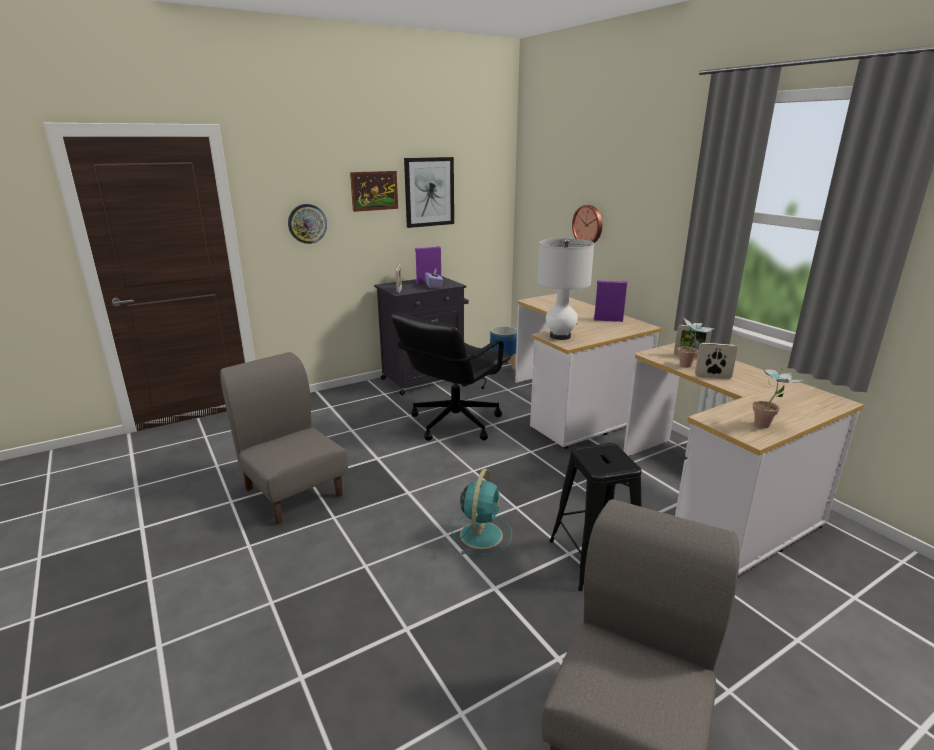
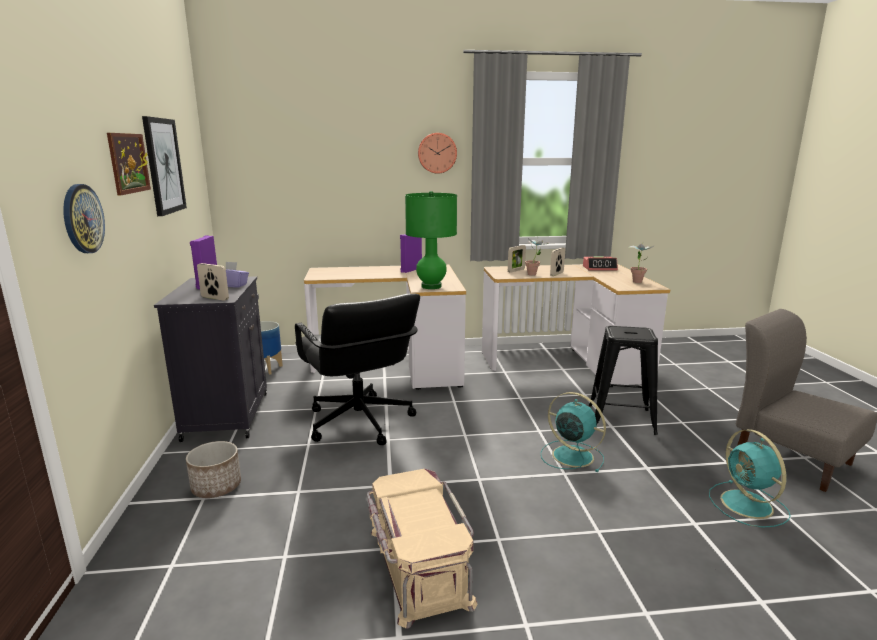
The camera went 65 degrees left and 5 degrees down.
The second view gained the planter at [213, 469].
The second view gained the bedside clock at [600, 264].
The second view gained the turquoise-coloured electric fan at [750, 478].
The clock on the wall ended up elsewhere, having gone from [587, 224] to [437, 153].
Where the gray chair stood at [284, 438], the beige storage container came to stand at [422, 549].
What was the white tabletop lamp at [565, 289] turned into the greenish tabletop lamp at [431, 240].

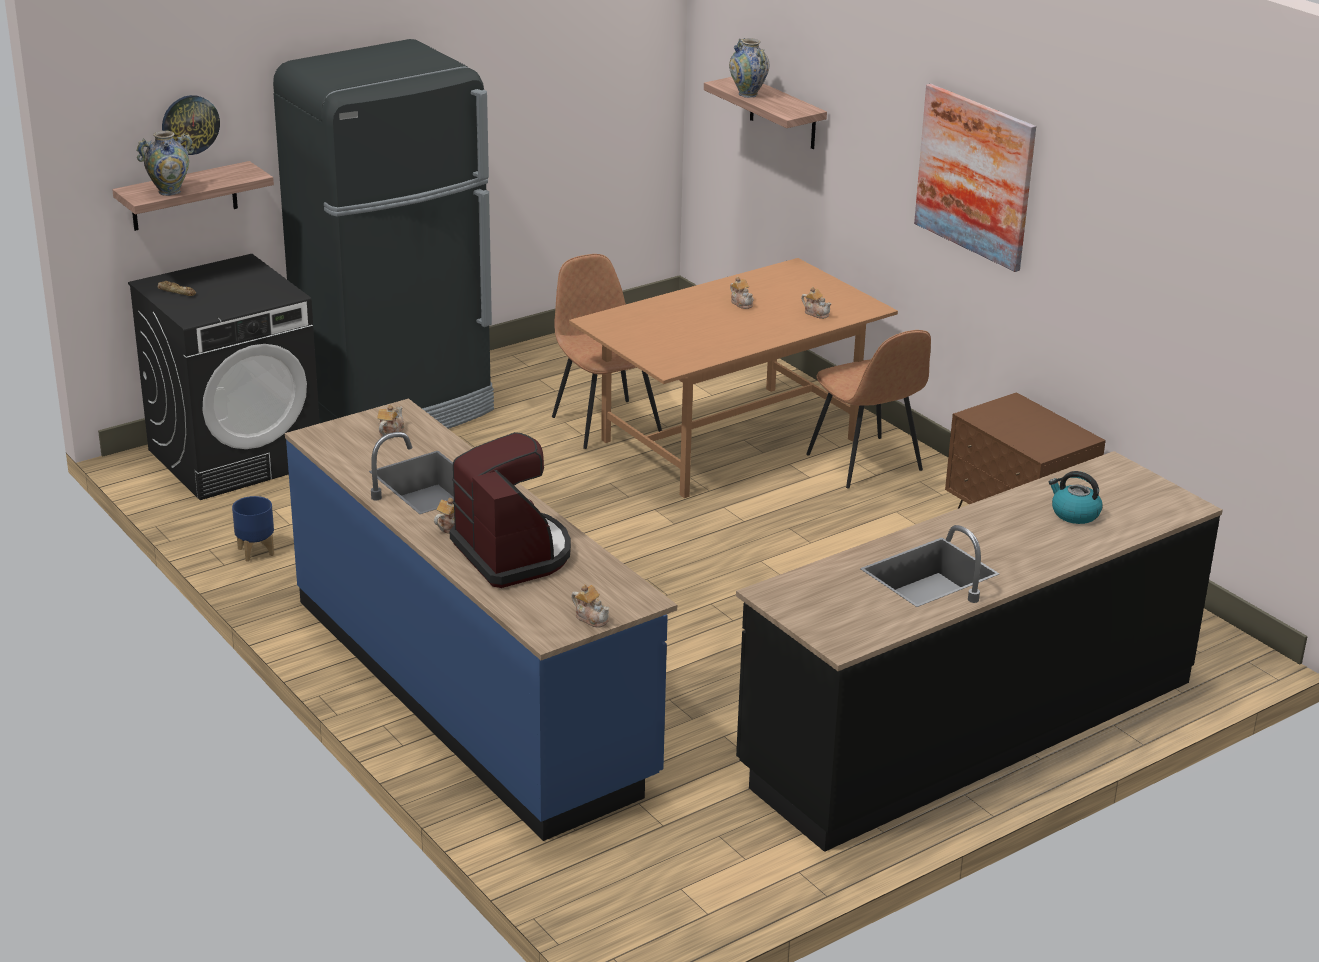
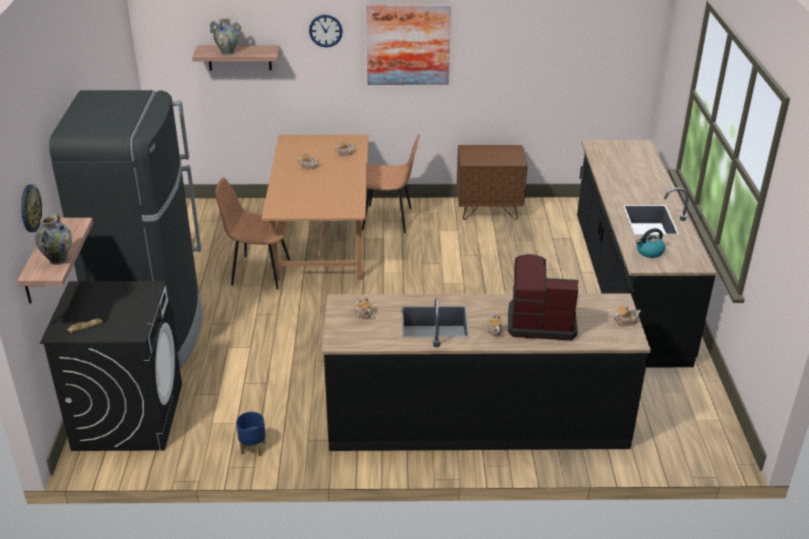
The camera went 55 degrees left and 5 degrees up.
The second view gained the clock on the wall at [326, 31].
The tea kettle ended up elsewhere, having gone from [1075, 497] to [650, 243].
What was the bluish kitchen counter at [481, 619] turned into the black kitchen counter at [486, 372].

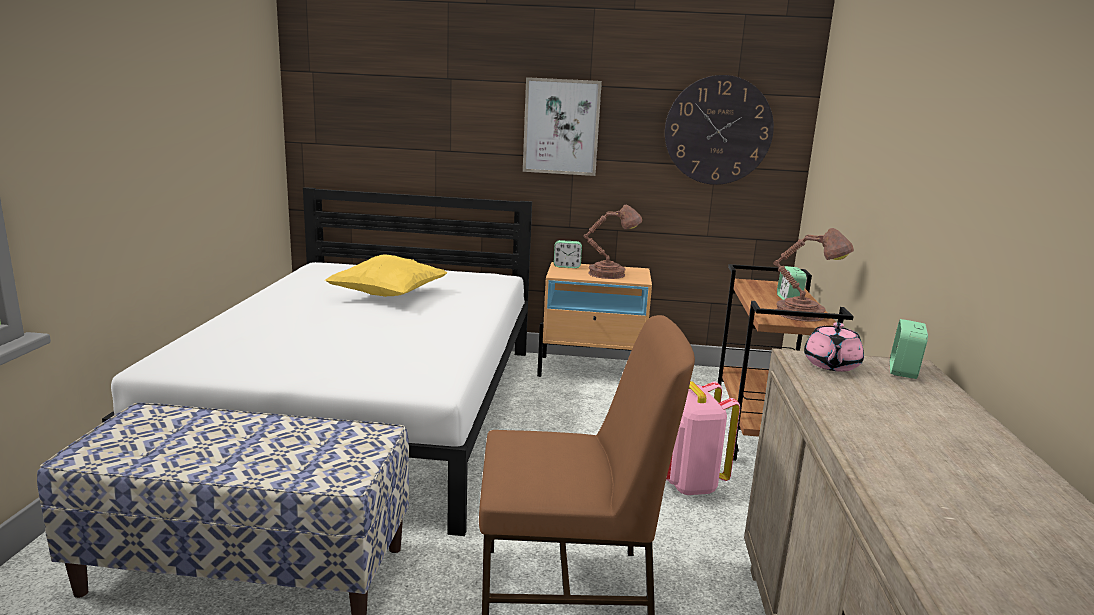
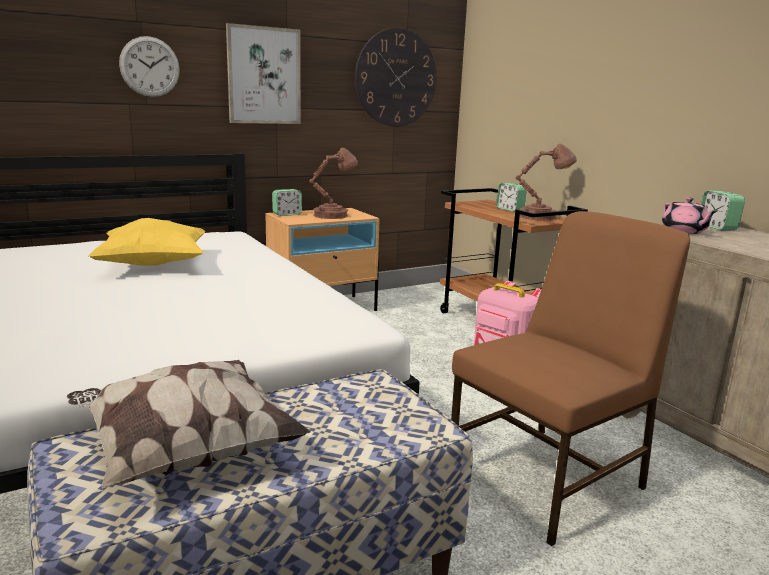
The camera went 35 degrees left and 0 degrees up.
The second view gained the throw pillow at [189, 424].
The second view gained the clock on the wall at [149, 66].

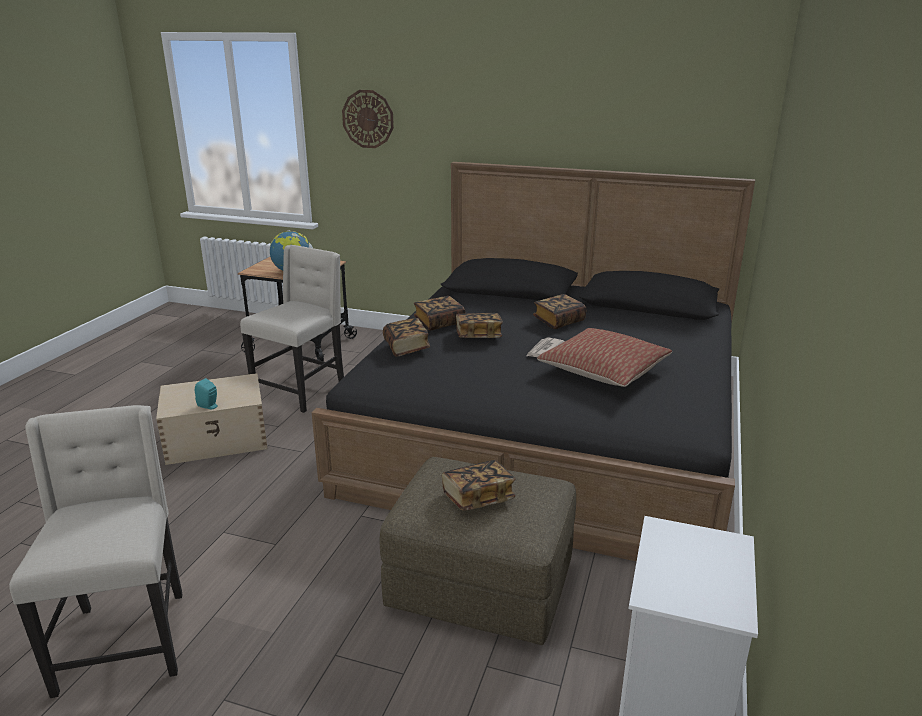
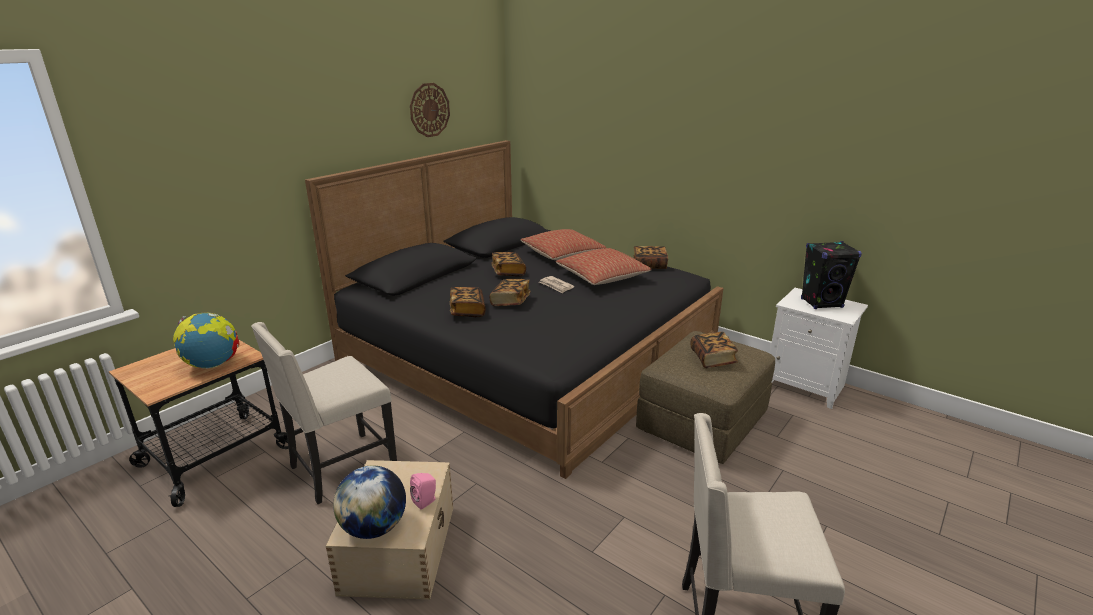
The camera went 70 degrees left and 0 degrees up.
The second view gained the globe at [369, 502].
The second view gained the throw pillow at [563, 244].
The second view gained the black speaker at [831, 275].
The clock on the wall ended up elsewhere, having gone from [368, 119] to [430, 110].
The volume ended up elsewhere, having gone from [406, 337] to [651, 257].
What was the turquoise-coloured speaker at [206, 393] turned into the pink-coloured speaker at [423, 491].
The beige chair at [292, 329] ended up facing another way, 90 degrees counterclockwise from before.

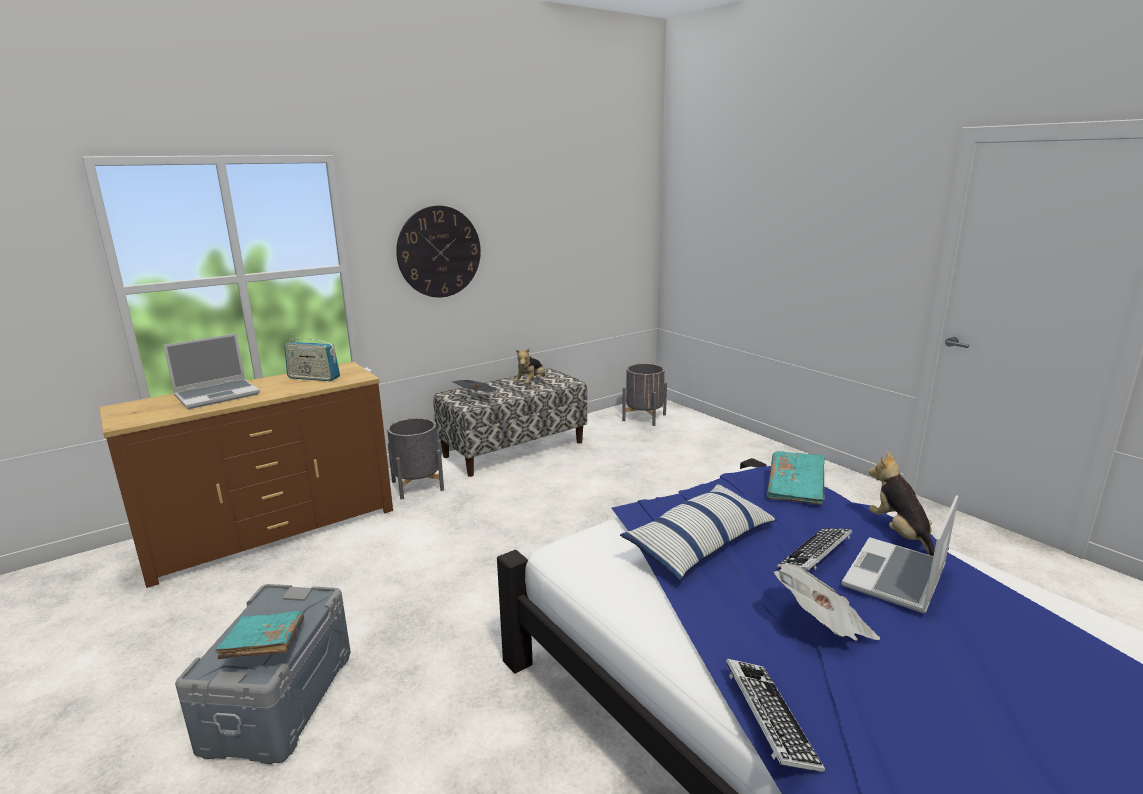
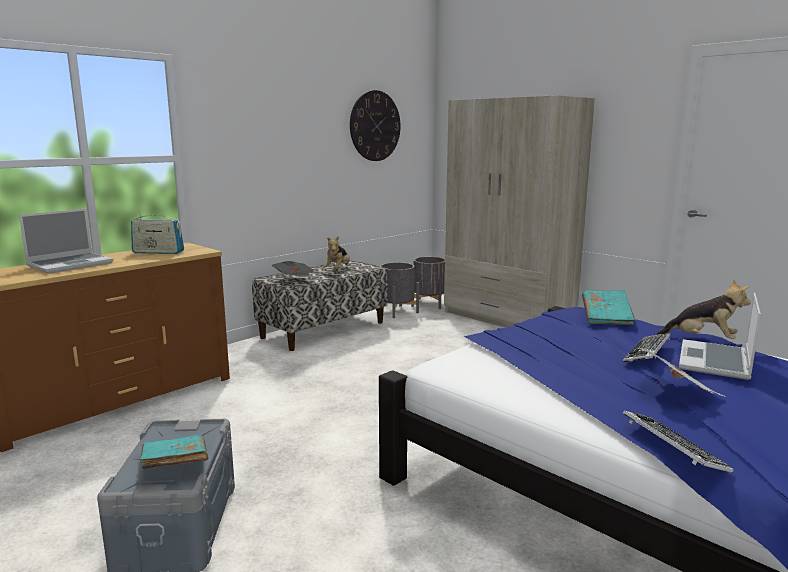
The camera went 10 degrees left and 5 degrees down.
The second view lost the throw pillow at [699, 531].
The second view gained the beige armoire at [519, 211].
The gray planter ended up elsewhere, having gone from [415, 459] to [397, 290].
The clock on the wall ended up elsewhere, having gone from [438, 251] to [375, 125].
The soft toy at [902, 504] ended up facing another way, 135 degrees clockwise from before.

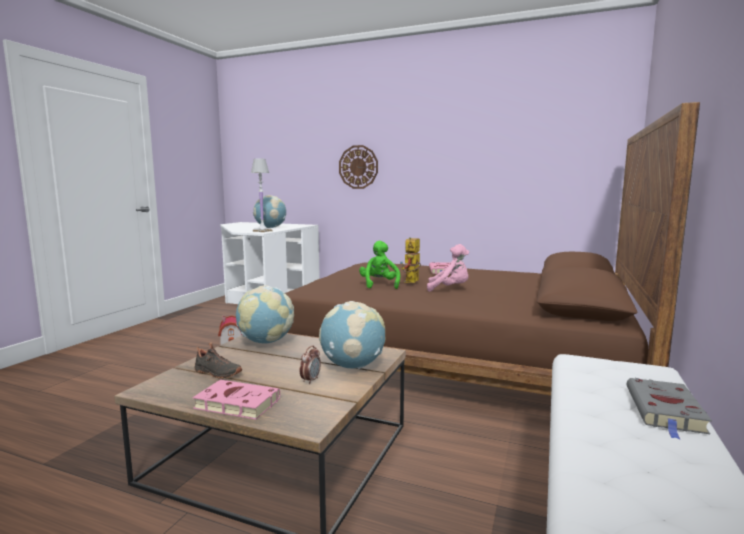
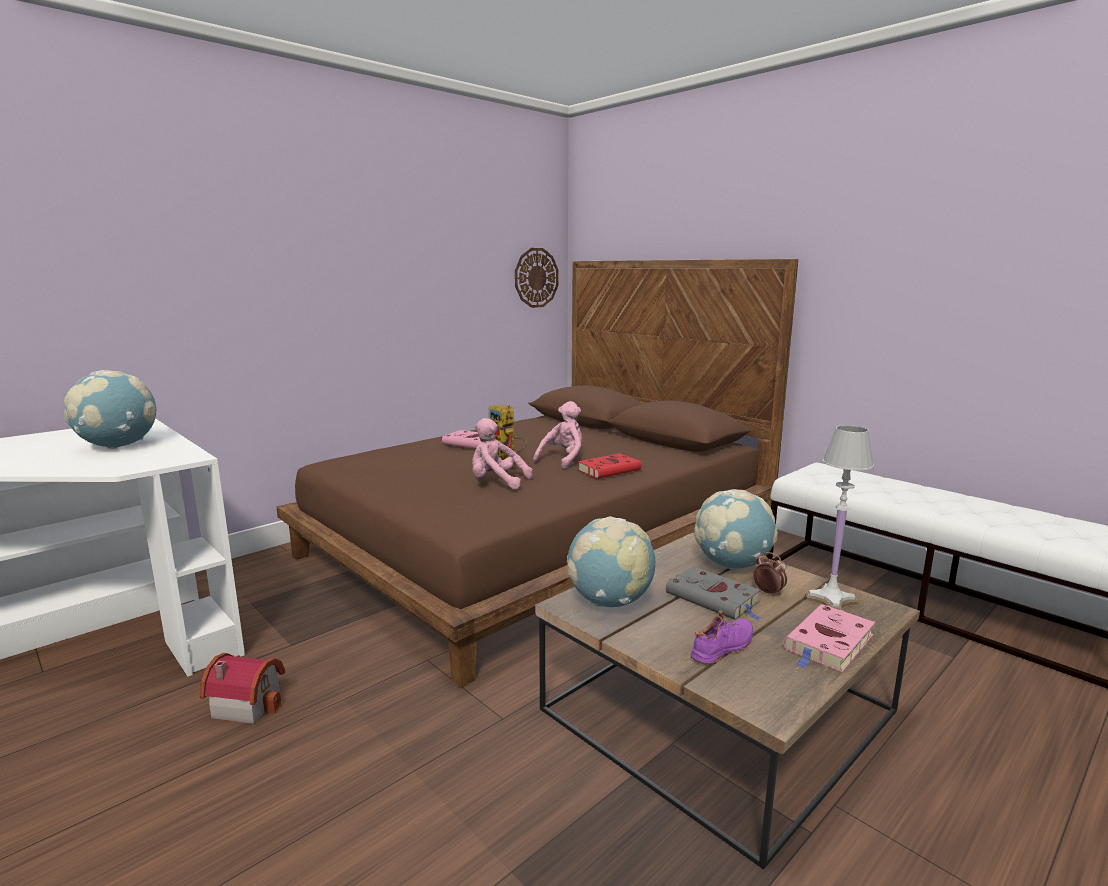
The camera went 65 degrees left and 5 degrees up.
The second view gained the reddish volume at [610, 466].
The white tabletop lamp ended up elsewhere, having gone from [261, 195] to [839, 517].
The clock on the wall ended up elsewhere, having gone from [358, 167] to [536, 278].
The gray volume ended up elsewhere, having gone from [669, 409] to [713, 593].
What was the black low shoe at [218, 360] turned into the purple low shoe at [722, 637].
What was the greenish soft toy at [379, 265] turned into the pink-coloured soft toy at [502, 453].

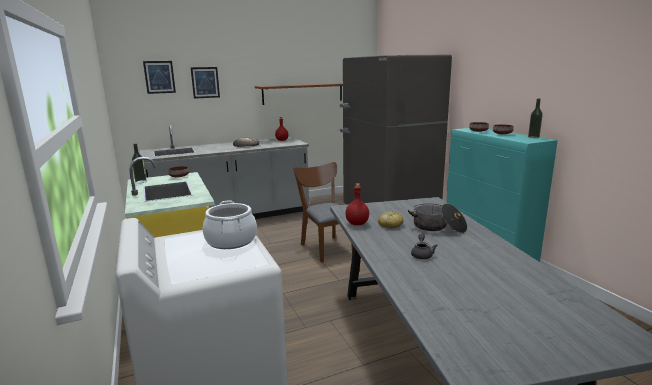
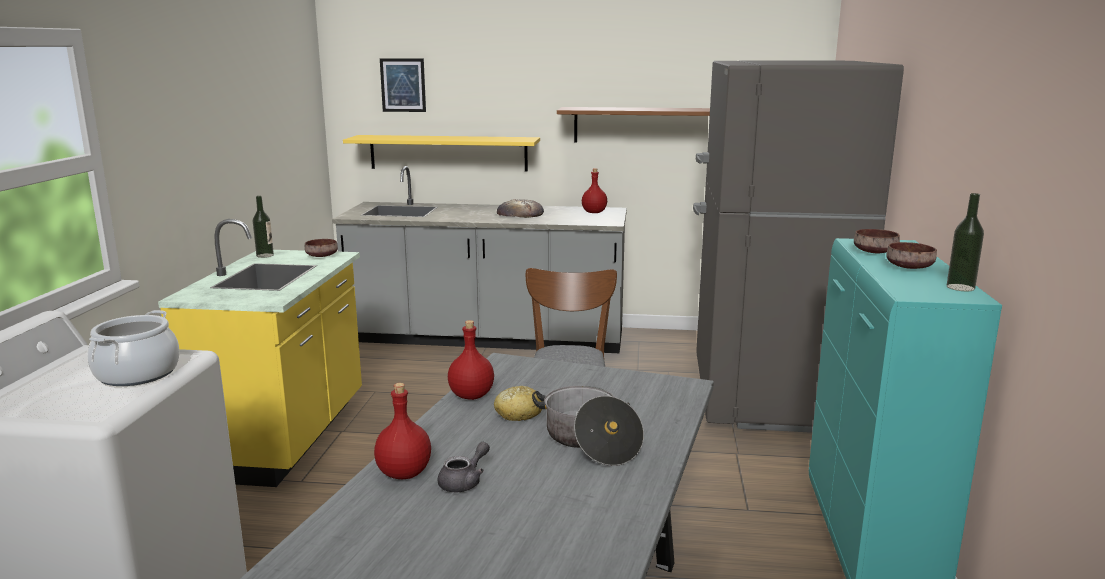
The camera went 30 degrees right and 0 degrees up.
The second view lost the wall picture at [205, 83].
The second view gained the yellow shelf at [441, 153].
The second view gained the reddish beverage bottle at [402, 431].

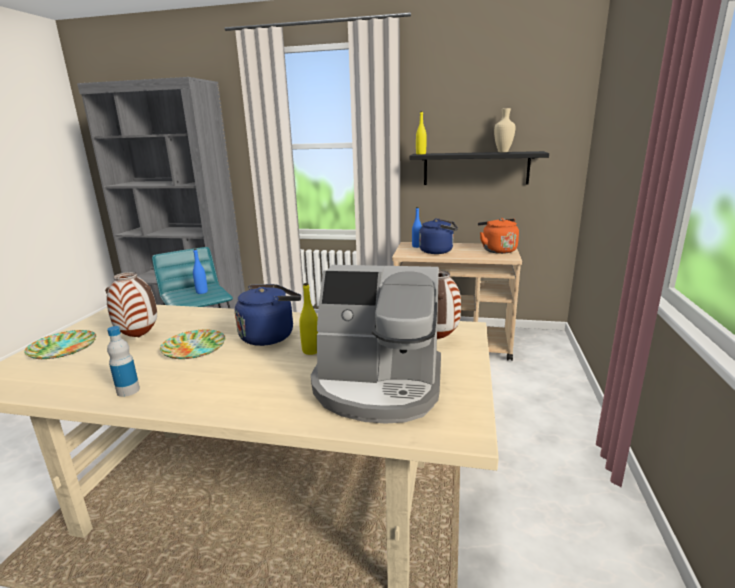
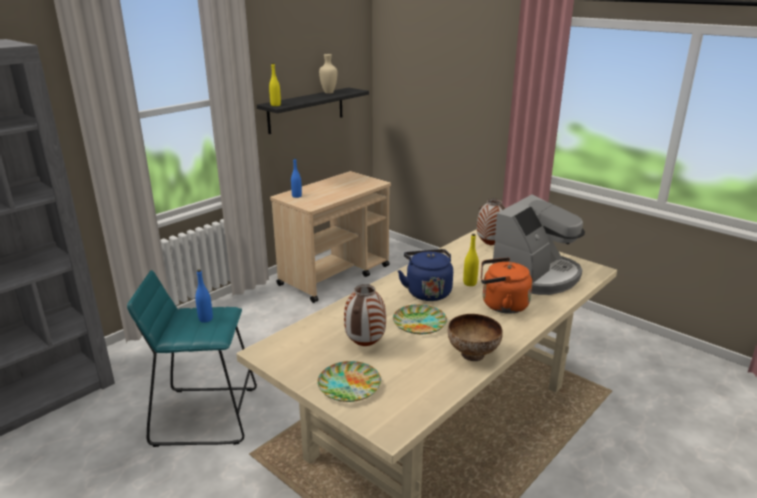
The camera went 60 degrees left and 5 degrees up.
The second view lost the bluish tea kettle at [438, 236].
The orange tea kettle ended up elsewhere, having gone from [498, 236] to [506, 285].
Where the beverage bottle stood at [123, 361], the deep dish came to stand at [475, 337].

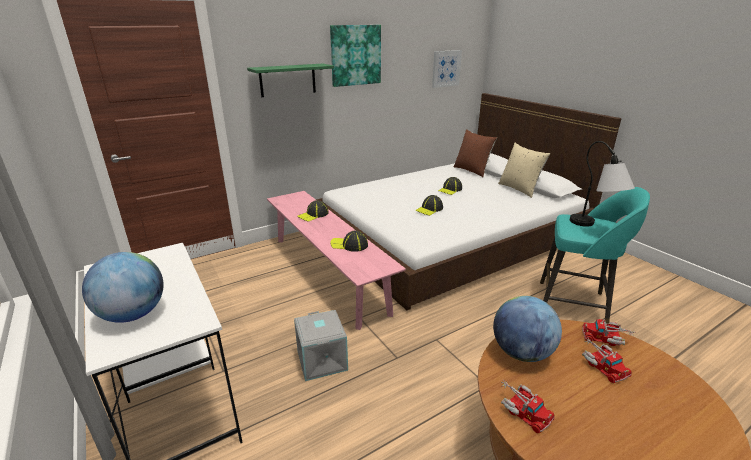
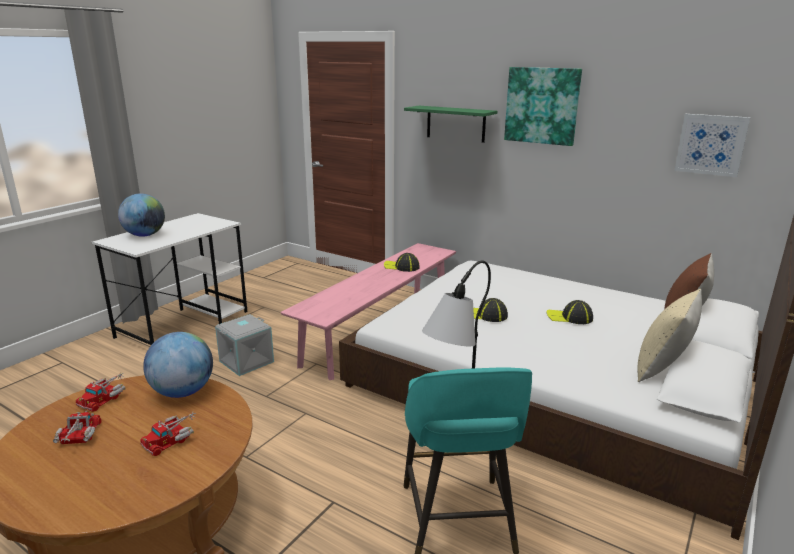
The camera went 65 degrees right and 5 degrees down.
The second view lost the peaked cap at [349, 241].
The model truck ended up elsewhere, having gone from [609, 332] to [77, 427].

